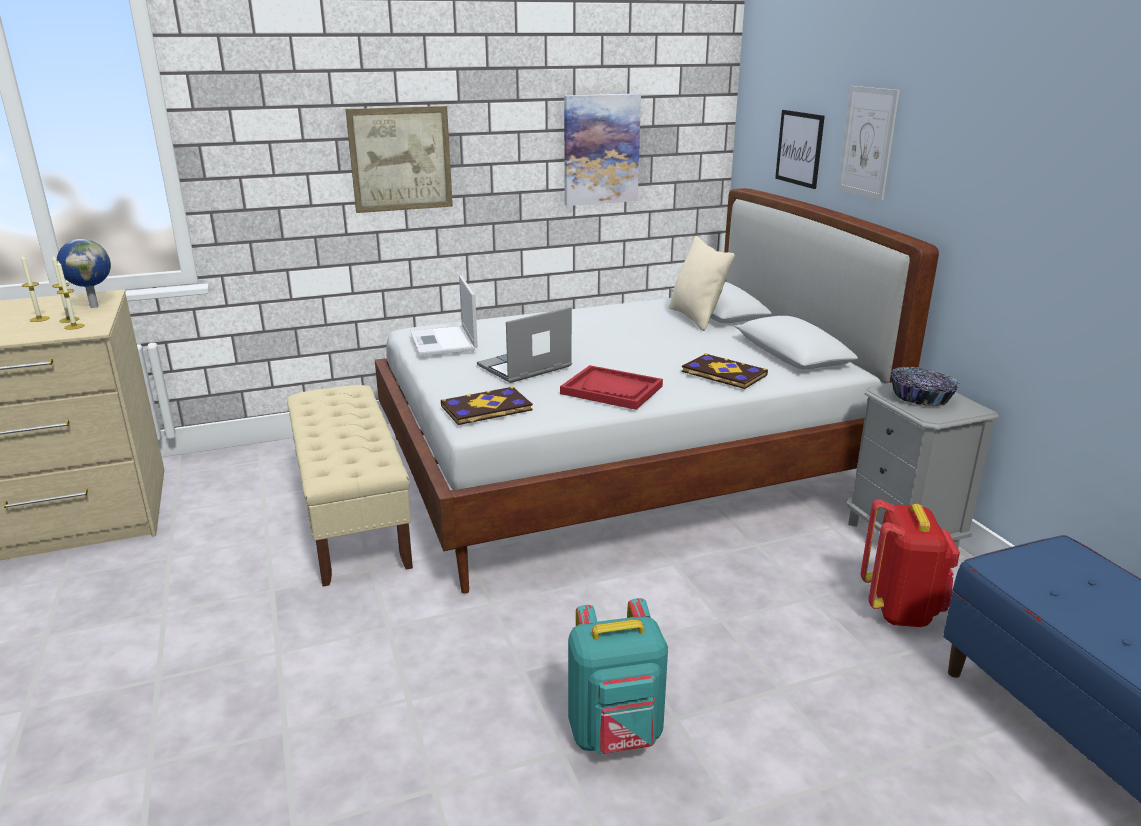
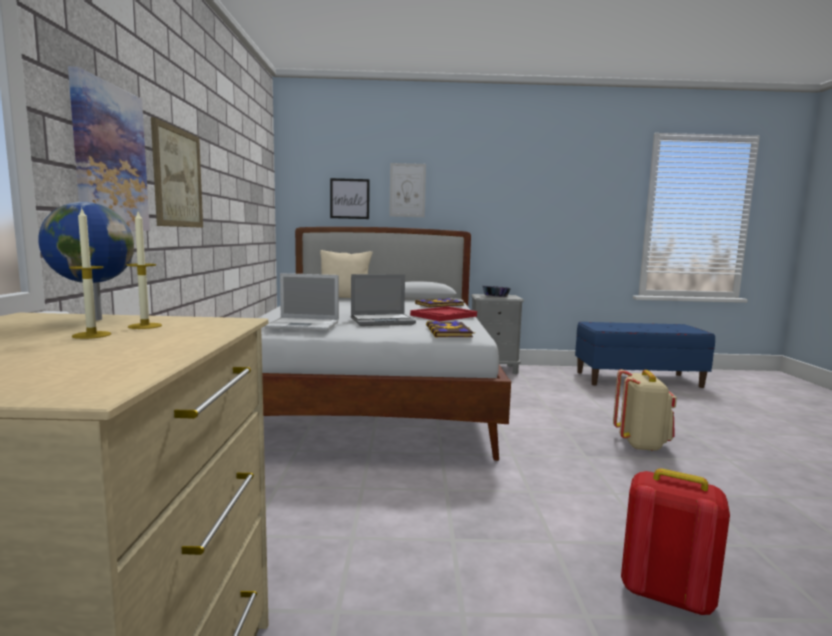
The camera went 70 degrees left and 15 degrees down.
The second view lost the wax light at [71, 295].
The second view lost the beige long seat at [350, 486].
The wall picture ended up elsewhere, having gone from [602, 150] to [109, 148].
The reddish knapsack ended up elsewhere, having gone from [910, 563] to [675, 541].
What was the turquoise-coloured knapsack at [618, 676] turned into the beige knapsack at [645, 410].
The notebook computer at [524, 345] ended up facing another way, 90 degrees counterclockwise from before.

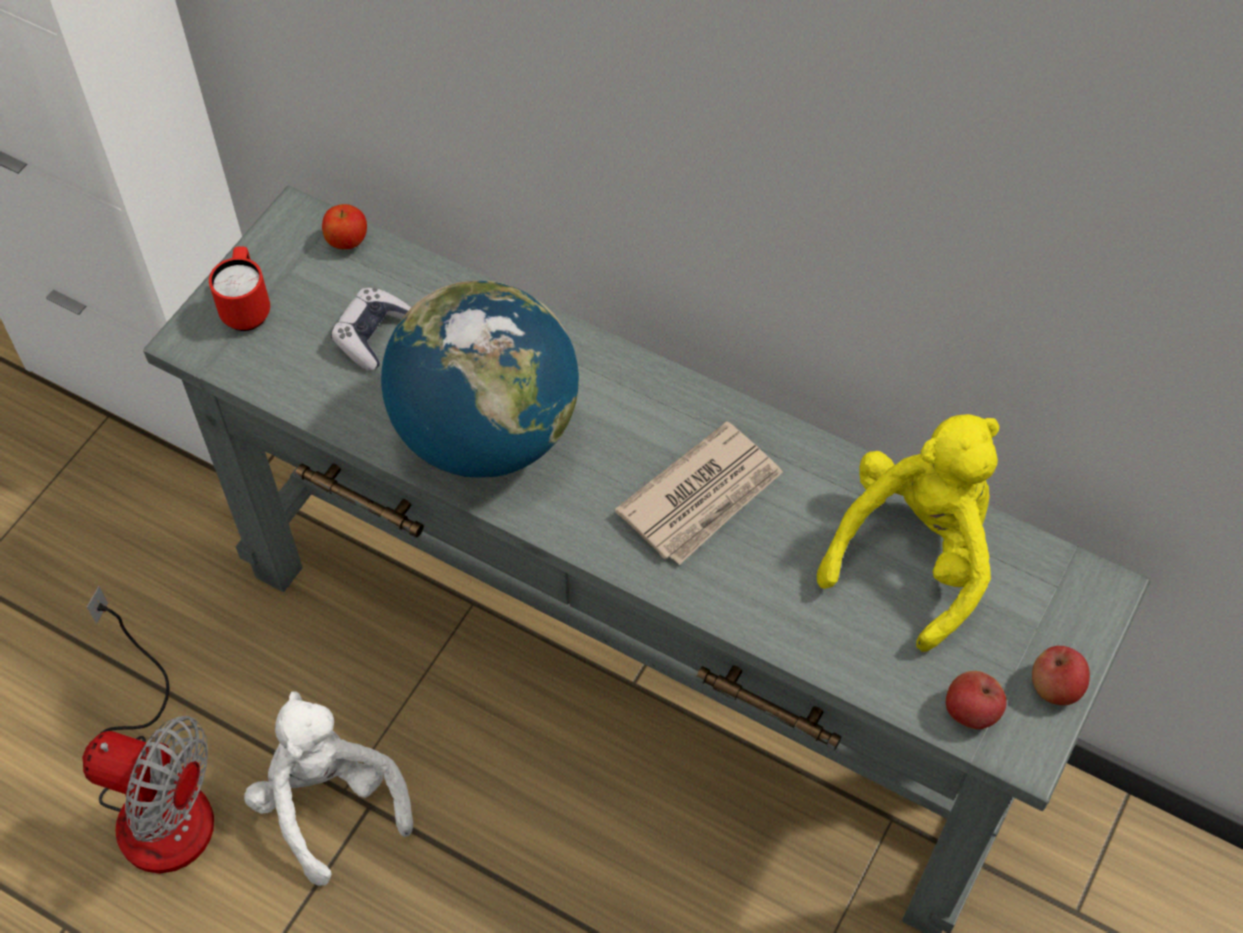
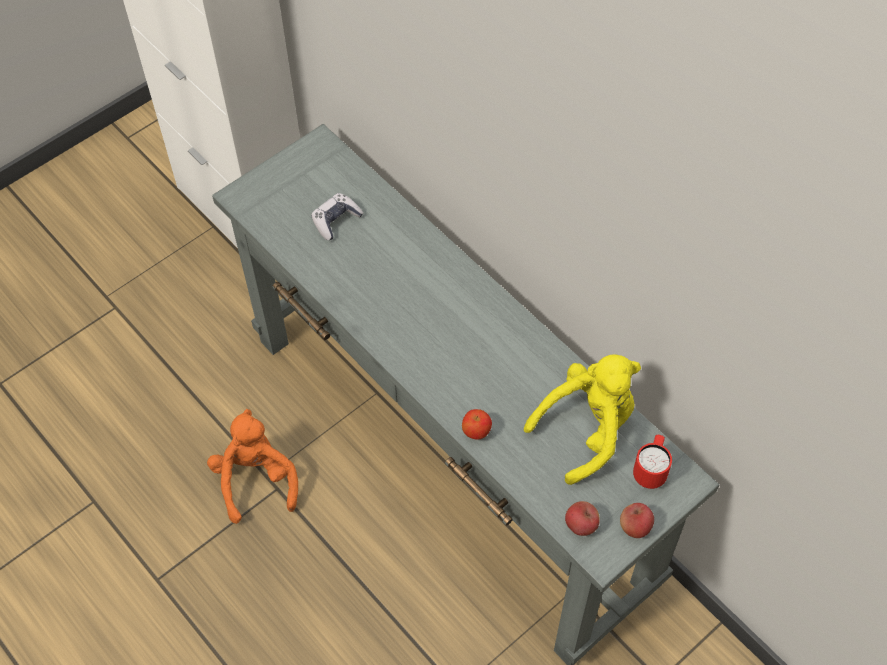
The camera went 20 degrees right and 0 degrees up.
The second view lost the electric fan at [148, 730].
The second view lost the globe at [480, 379].
The second view lost the newspaper at [699, 493].
The reddish mug ended up elsewhere, having gone from [239, 288] to [652, 462].
The apple fruit ended up elsewhere, having gone from [344, 226] to [477, 424].
What was the white soft toy at [328, 788] turned into the orange soft toy at [252, 466].

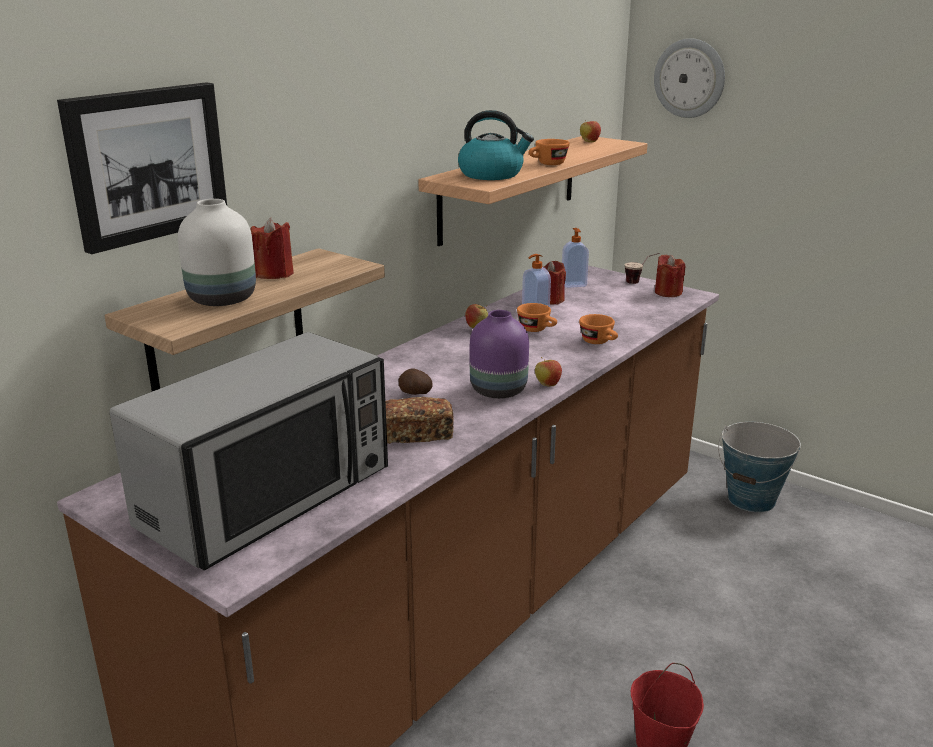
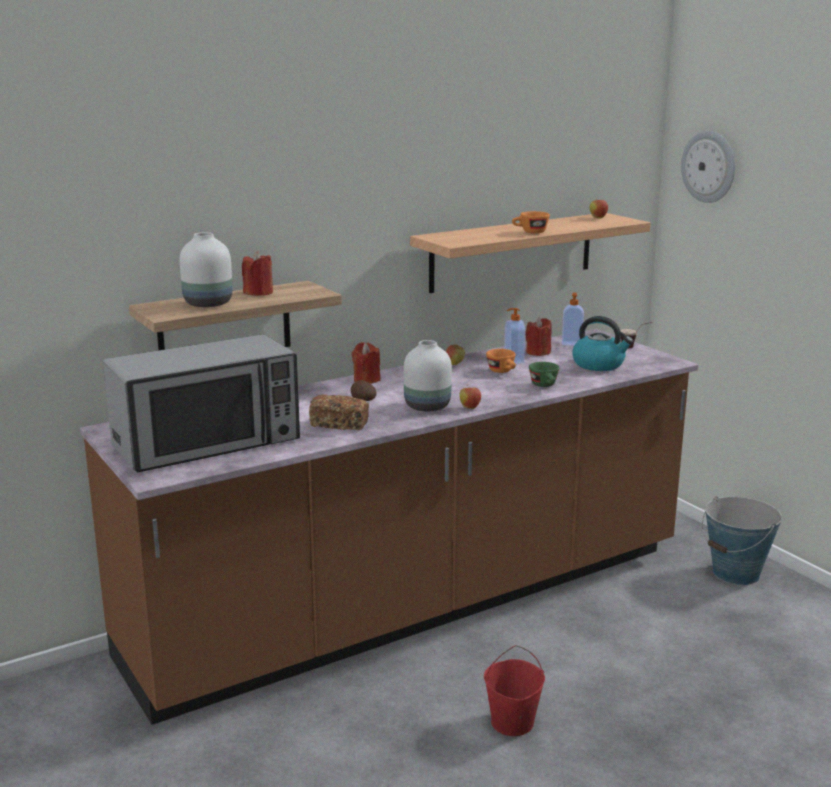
The camera went 20 degrees right and 5 degrees down.
The second view lost the wall picture at [142, 168].
The tea kettle ended up elsewhere, having gone from [496, 145] to [602, 343].
The reddish wax light ended up elsewhere, having gone from [670, 276] to [366, 363].
What was the purple flower vase at [499, 354] turned into the white flower vase at [428, 375].
What was the orange small cup at [598, 329] turned into the greenish small cup at [544, 374].

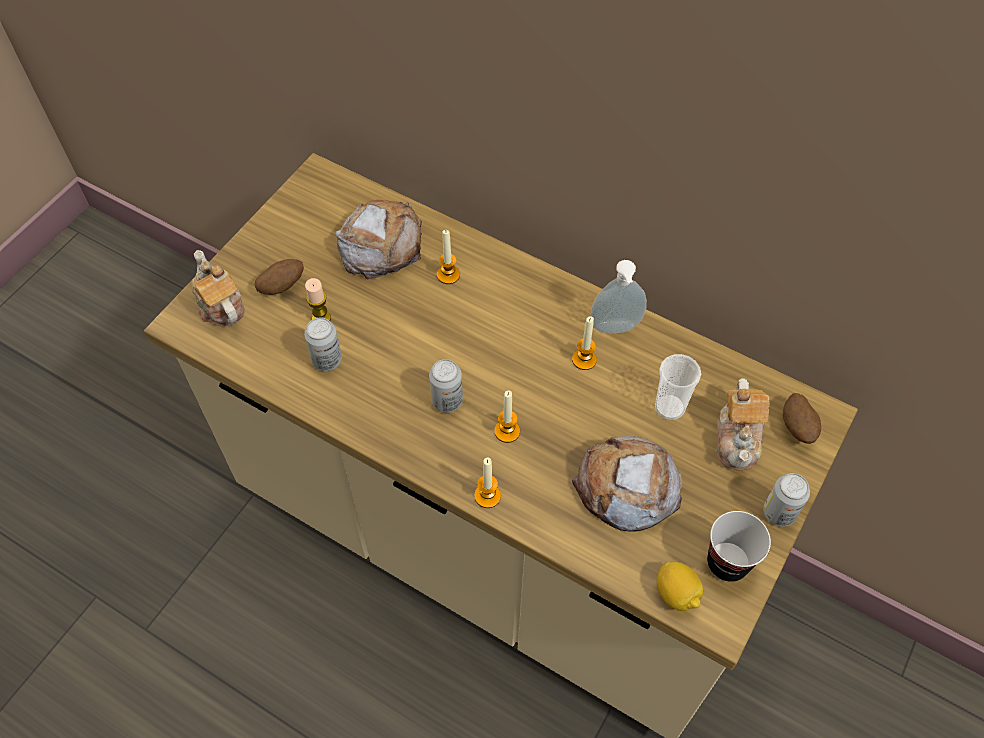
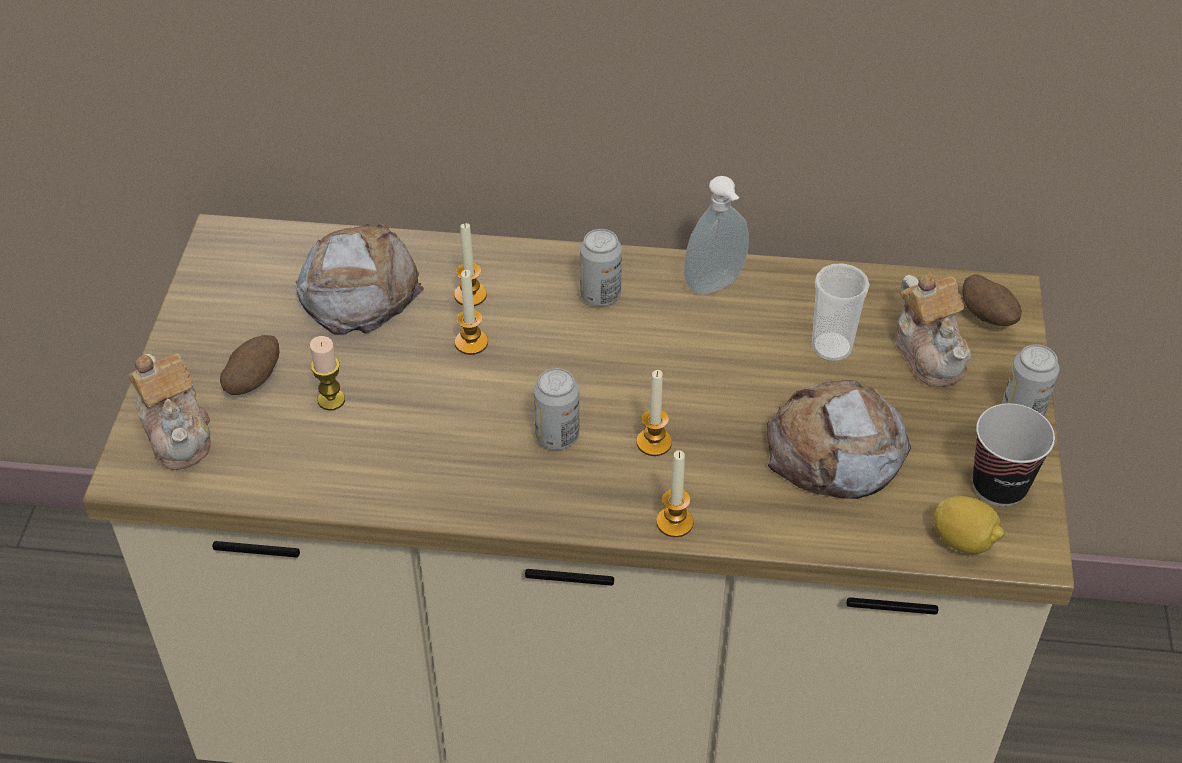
The camera went 25 degrees left and 10 degrees down.
The sealed can ended up elsewhere, having gone from [323, 344] to [601, 267].
The wax light ended up elsewhere, having gone from [584, 343] to [471, 312].
The teapot at [218, 288] ended up facing another way, 150 degrees counterclockwise from before.

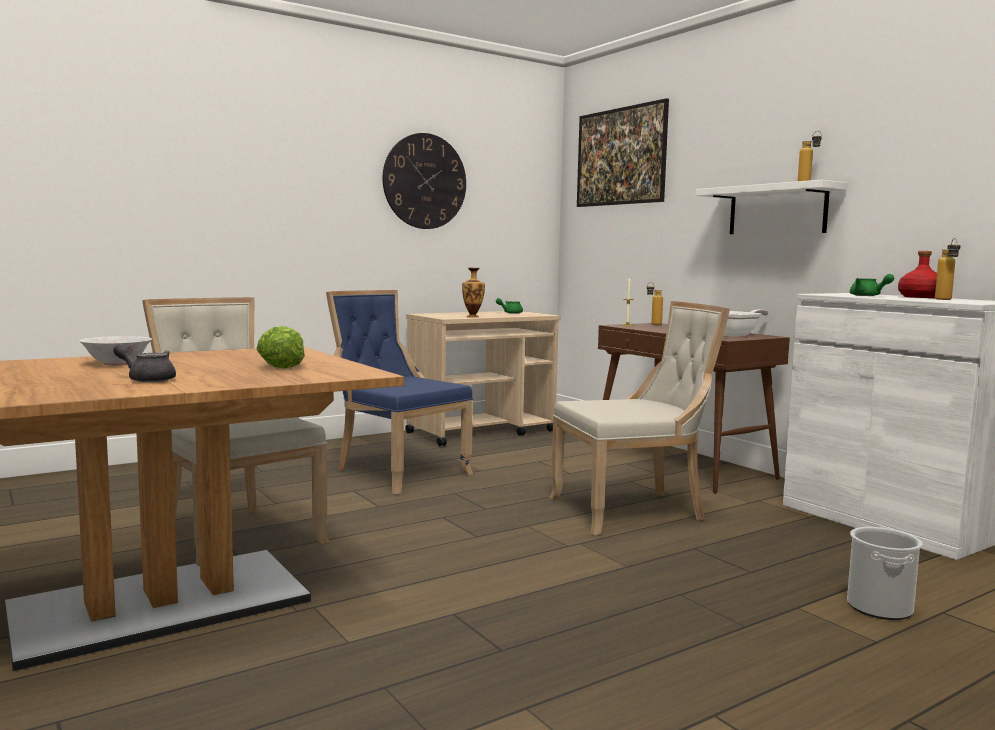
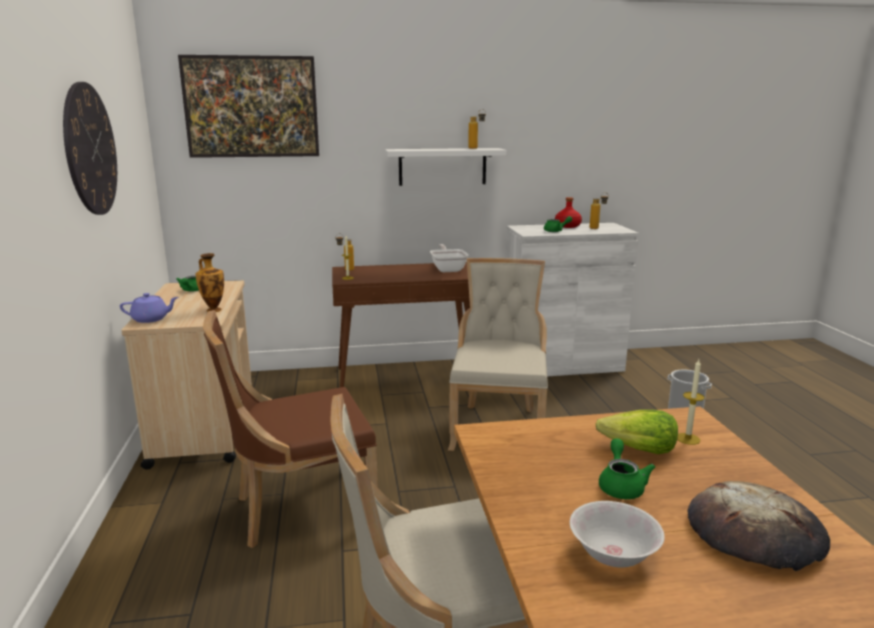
The camera went 65 degrees left and 10 degrees up.
The second view gained the purple teapot at [149, 308].
The second view gained the greenish teapot at [627, 468].
The second view gained the wax light at [691, 402].
Where the gray teapot stood at [144, 363], the bread came to stand at [759, 526].
What was the bluish chair at [399, 392] turned into the brown chair at [290, 429].

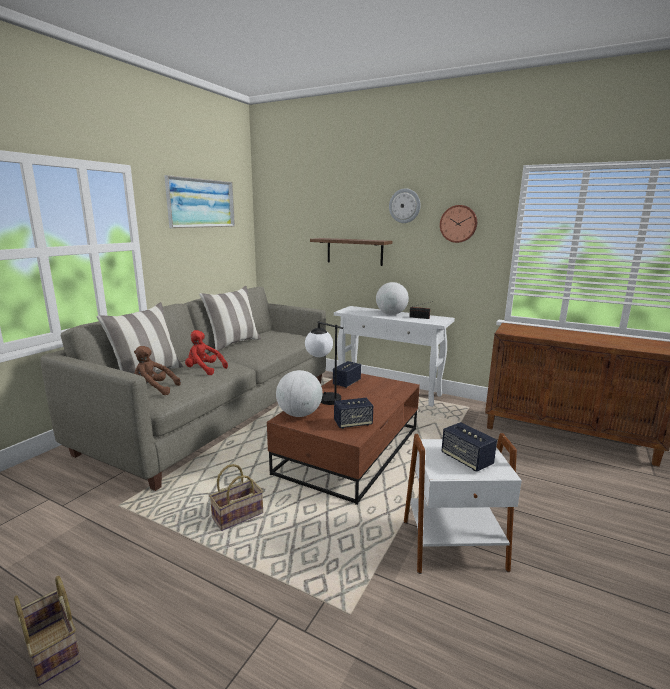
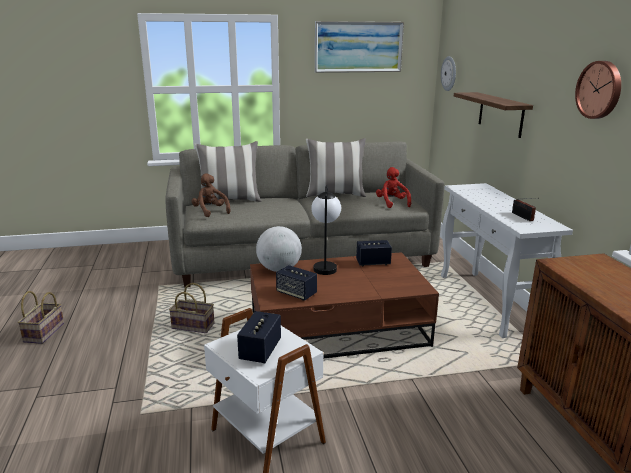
The camera went 50 degrees right and 5 degrees up.
The second view lost the globe at [392, 298].
The reddish soft toy ended up elsewhere, having gone from [206, 352] to [393, 187].
The clock on the wall ended up elsewhere, having gone from [405, 205] to [448, 73].

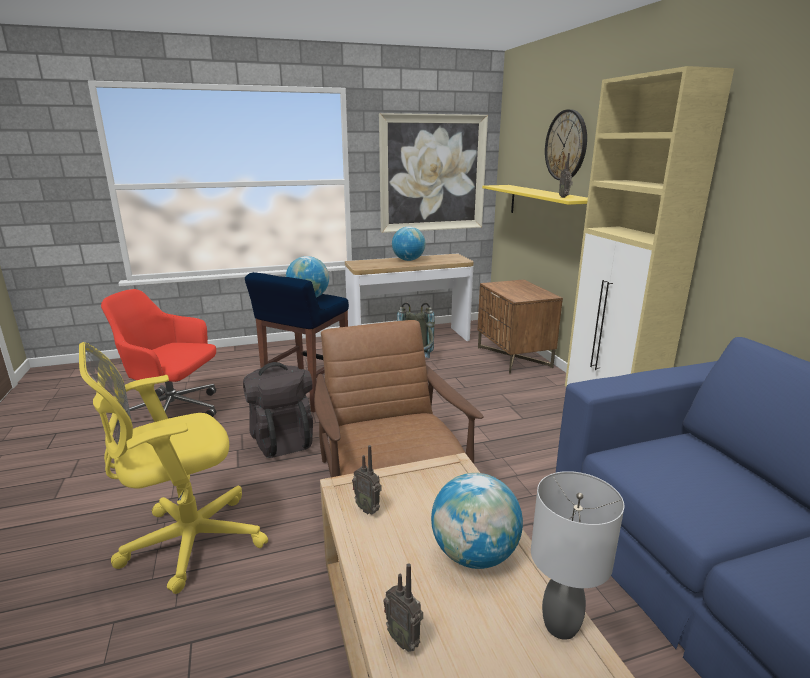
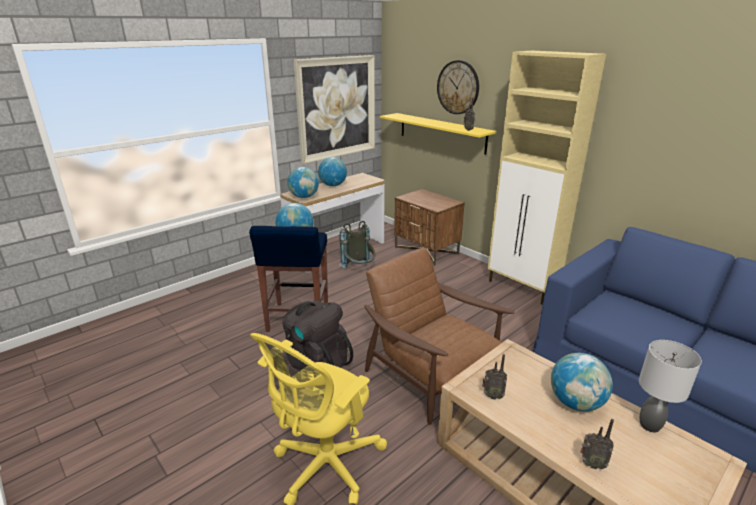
The camera went 25 degrees left and 5 degrees up.
The second view lost the reddish office chair at [158, 353].
The second view gained the globe at [303, 182].

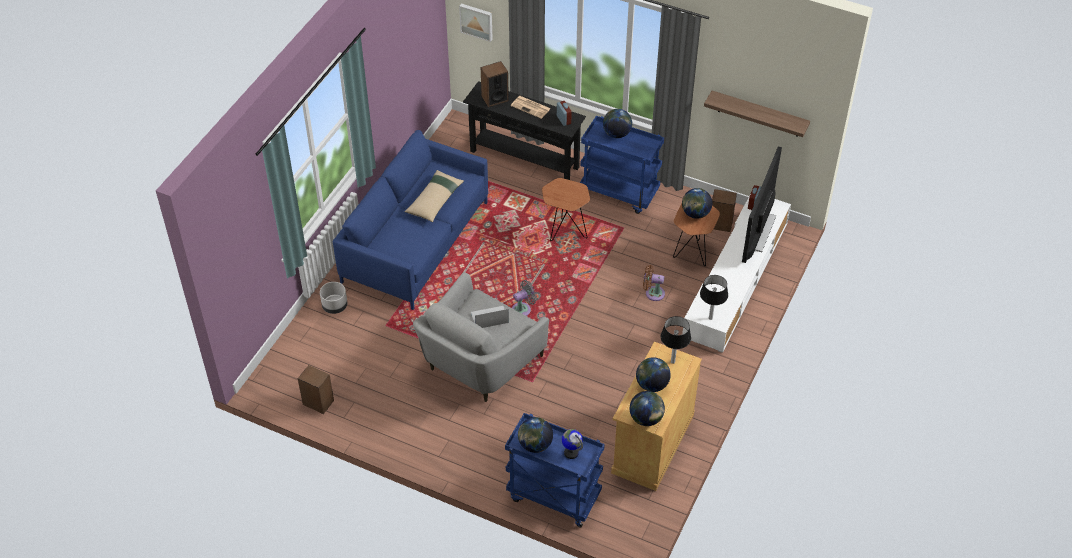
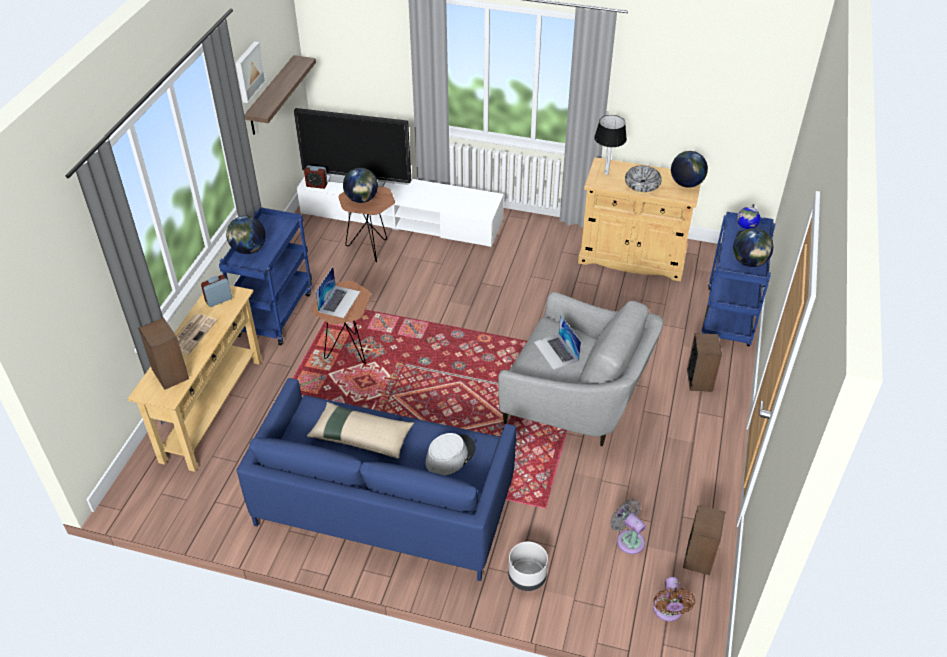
The camera went 100 degrees left and 5 degrees down.
The second view lost the tabletop lamp at [714, 297].
The second view gained the notebook computer at [338, 292].
The second view gained the gray hat at [450, 454].
The wall picture ended up elsewhere, having gone from [476, 23] to [250, 72].
The gray electric fan ended up elsewhere, having gone from [524, 298] to [628, 526].
The brown electric fan ended up elsewhere, having gone from [654, 283] to [674, 599].
The speaker ended up elsewhere, having gone from [724, 210] to [704, 362].
Where the globe stood at [653, 374], the deep dish came to stand at [643, 179].
What was the black console table at [524, 130] turned into the beige console table at [194, 378].

